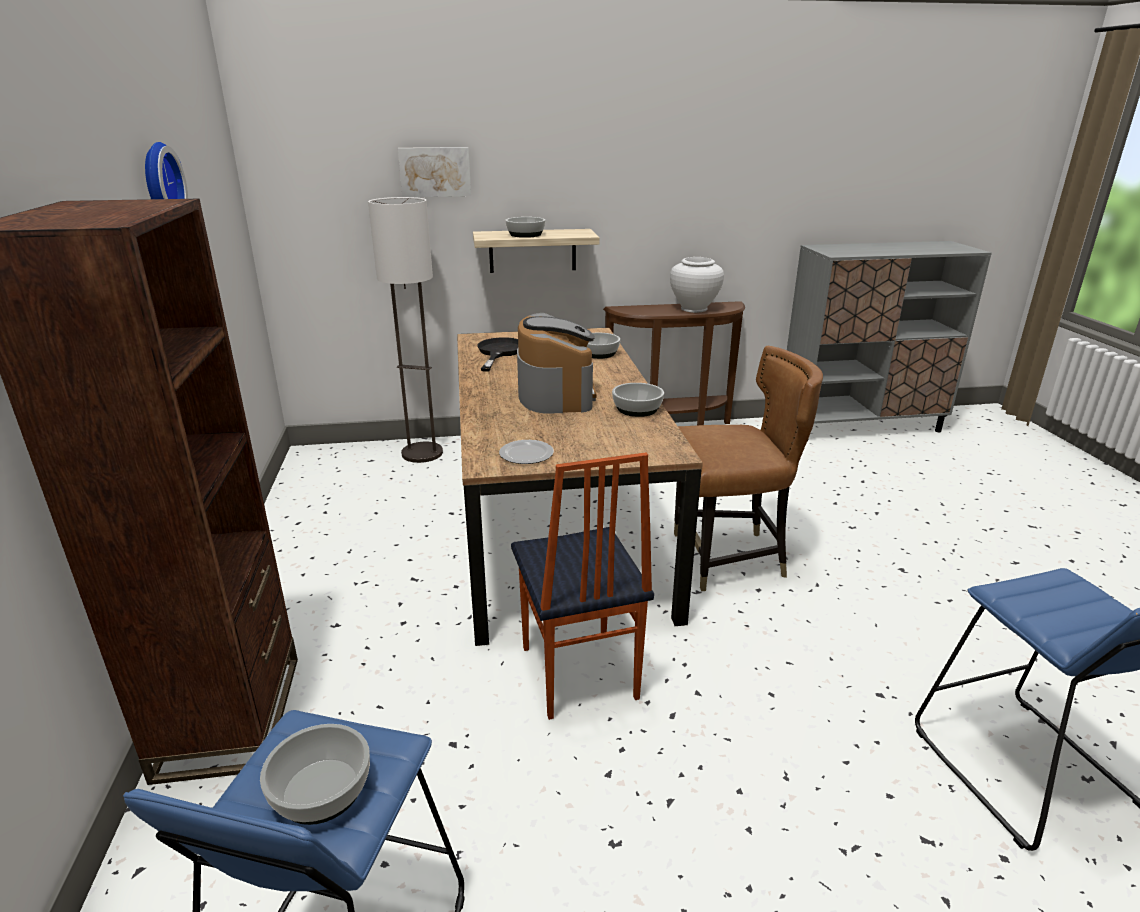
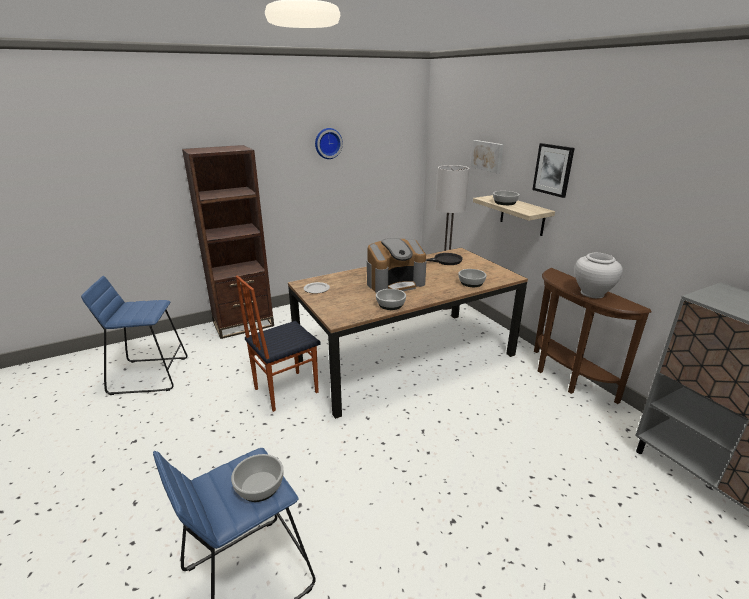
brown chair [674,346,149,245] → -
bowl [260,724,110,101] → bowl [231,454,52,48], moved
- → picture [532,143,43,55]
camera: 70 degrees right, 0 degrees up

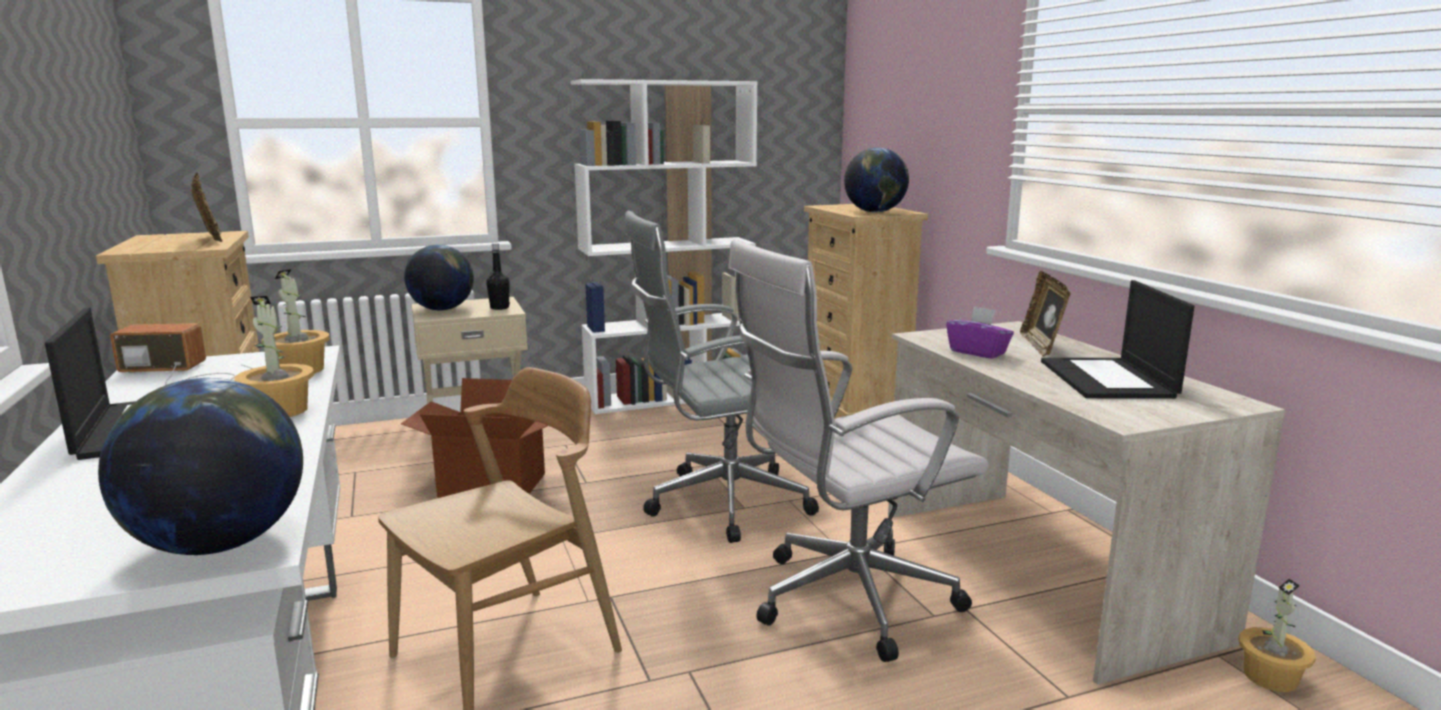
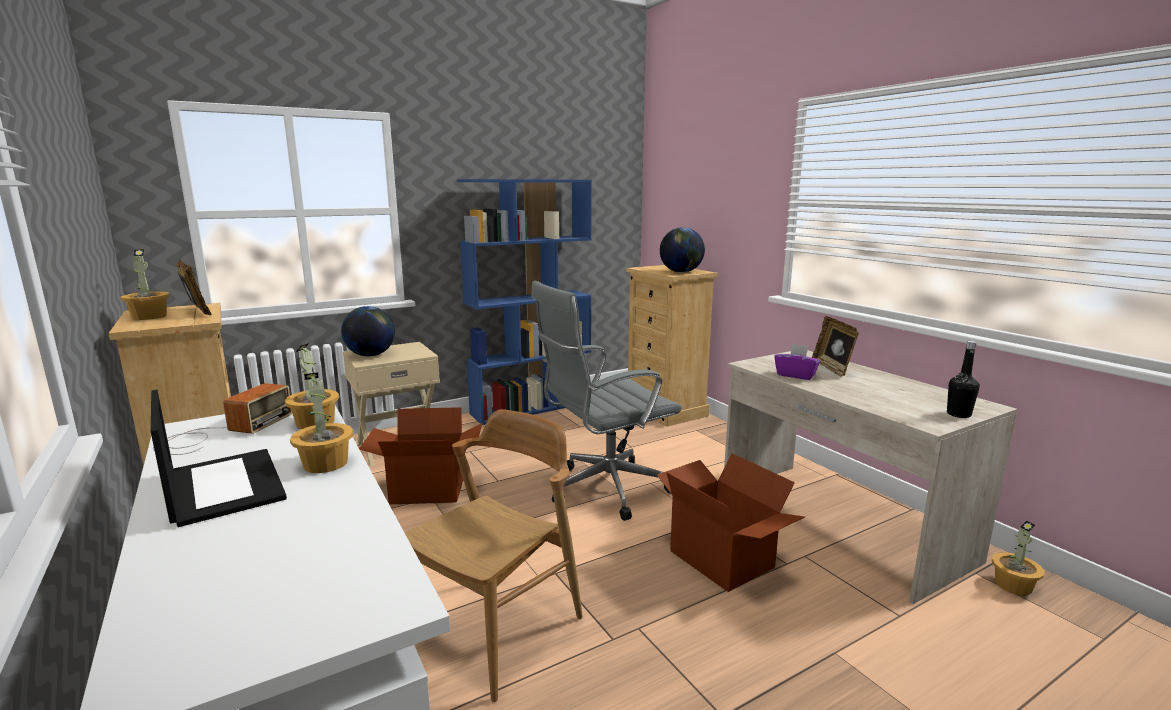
white bookcase [571,79,187,335] → blue bookcase [457,179,135,246]
white office chair [728,239,261,423] → cardboard box [657,453,148,139]
black bottle [486,243,24,67] → black bottle [947,341,33,77], moved
laptop [1041,280,154,119] → -
radio [110,323,143,62] → radio [153,383,139,72], 120 degrees clockwise
globe [98,378,205,177] → -
- → potted plant [120,249,50,71]
camera: 10 degrees left, 0 degrees up

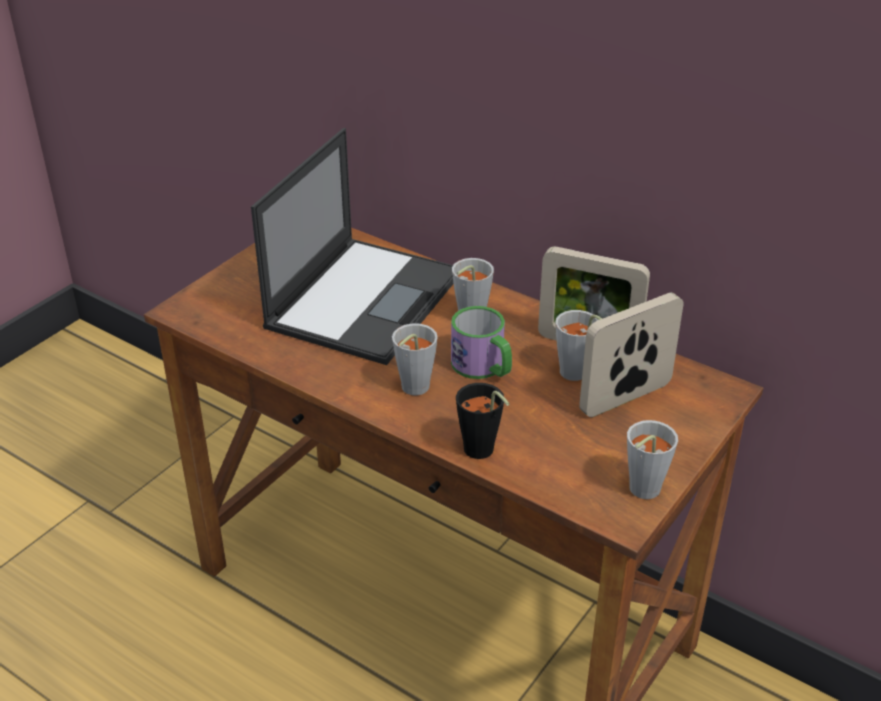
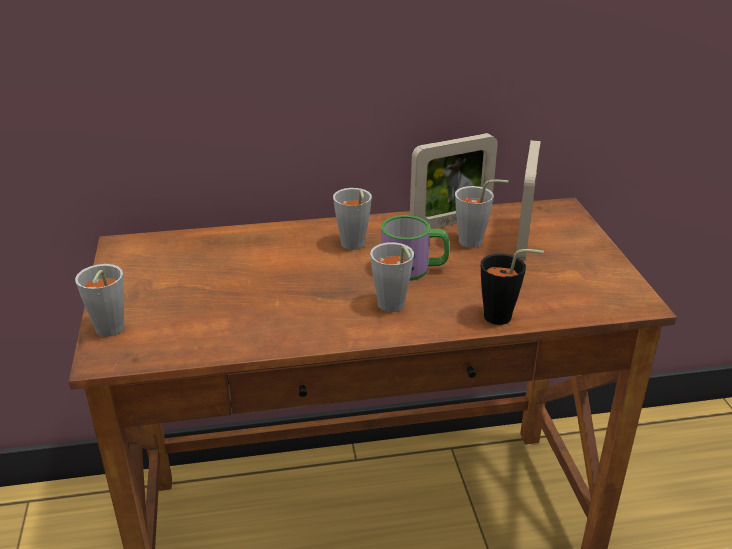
laptop [251,128,202,237] → -
grey cup [627,420,51,79] → grey cup [75,264,50,73], moved
camera: 45 degrees left, 5 degrees down

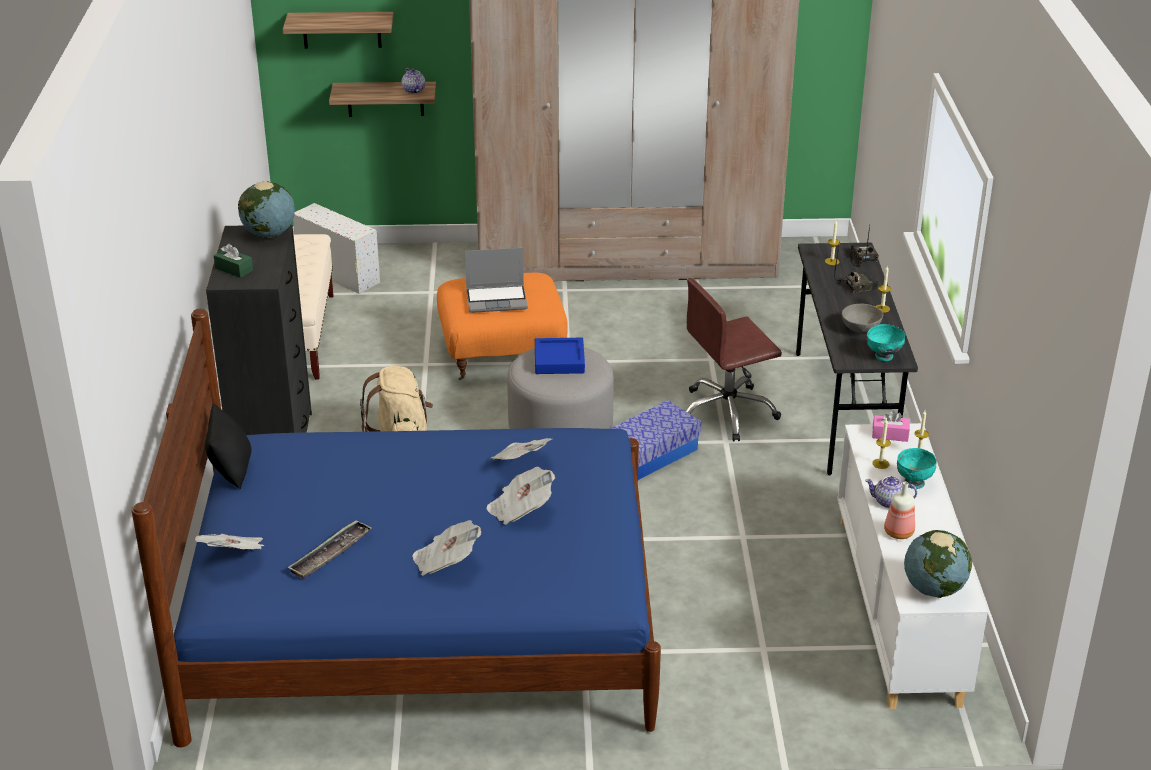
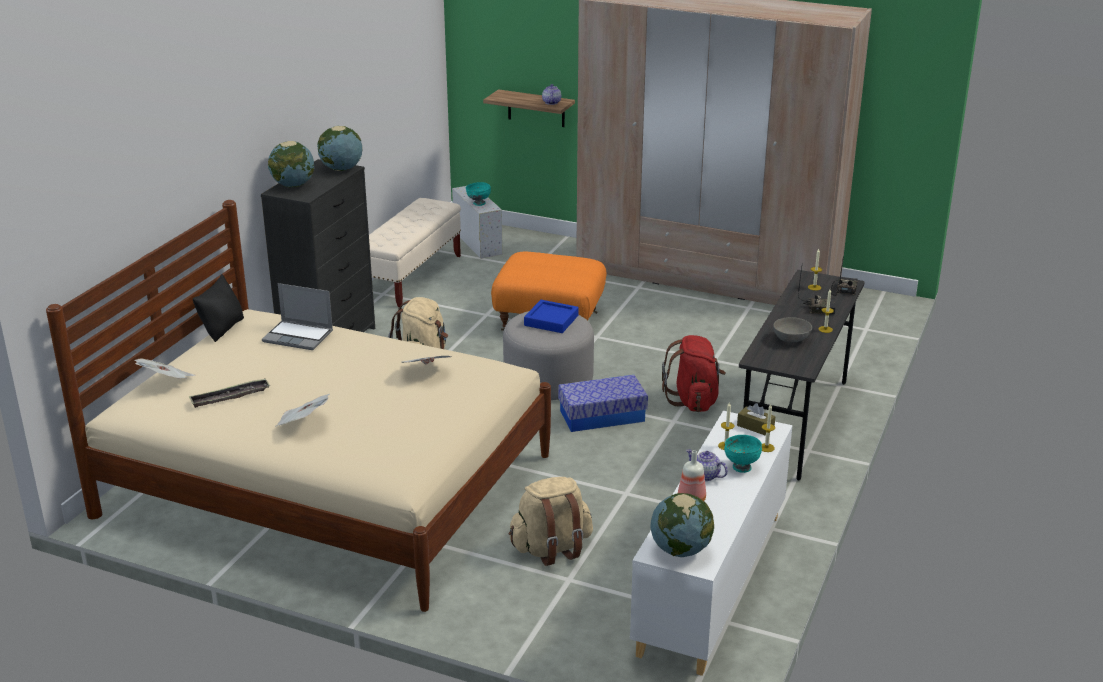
shelf [283,12,111,37] → -
green tissue box [214,244,39,34] → globe [268,141,46,46]
laptop [465,248,63,65] → laptop [262,283,71,67], moved
brown office chair [686,278,96,163] → red backpack [662,335,64,77]
blue bed [132,309,529,438] → beige bed [46,200,505,412]
turquoise bowl [867,324,38,37] → turquoise bowl [466,182,25,24], moved
pink tissue box [872,410,38,32] → brown tissue box [737,403,38,33]
newspaper [487,467,68,58] → -
- → beige backpack [509,477,84,89]
camera: 25 degrees right, 5 degrees down

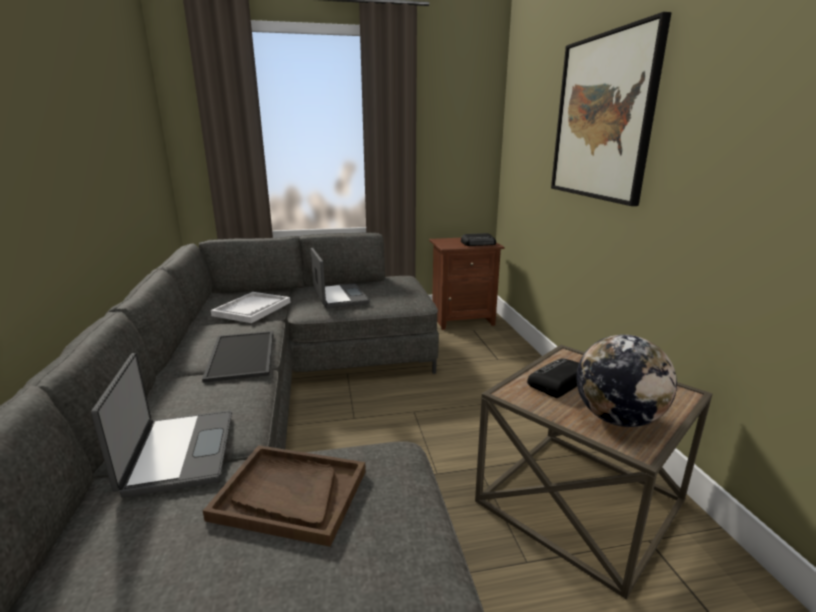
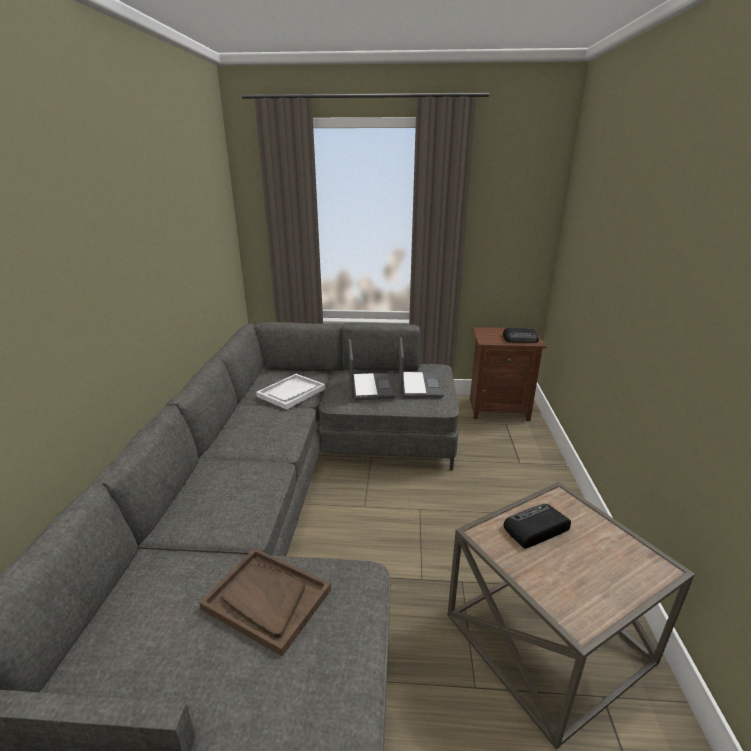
picture [551,12,121,194] → -
tray [202,331,71,52] → -
globe [577,334,100,93] → -
laptop [91,353,141,145] → laptop [399,337,45,61], moved
camera: 15 degrees right, 5 degrees up

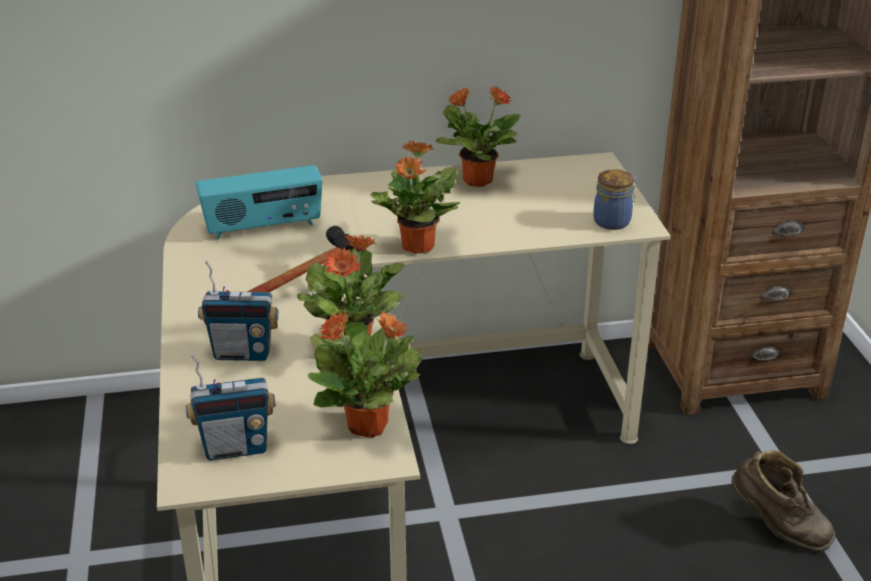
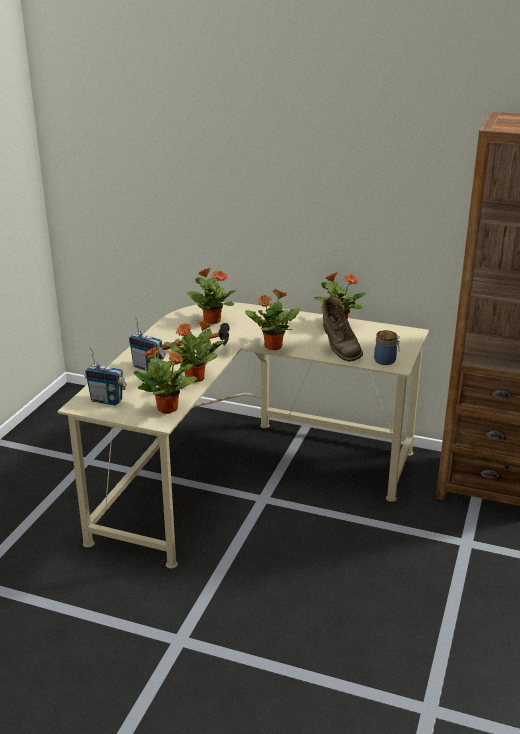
radio [196,165,126,74] → potted plant [187,268,49,56]
brown boot [731,450,104,102] → brown boot [322,296,41,66], moved
camera: 30 degrees right, 5 degrees down

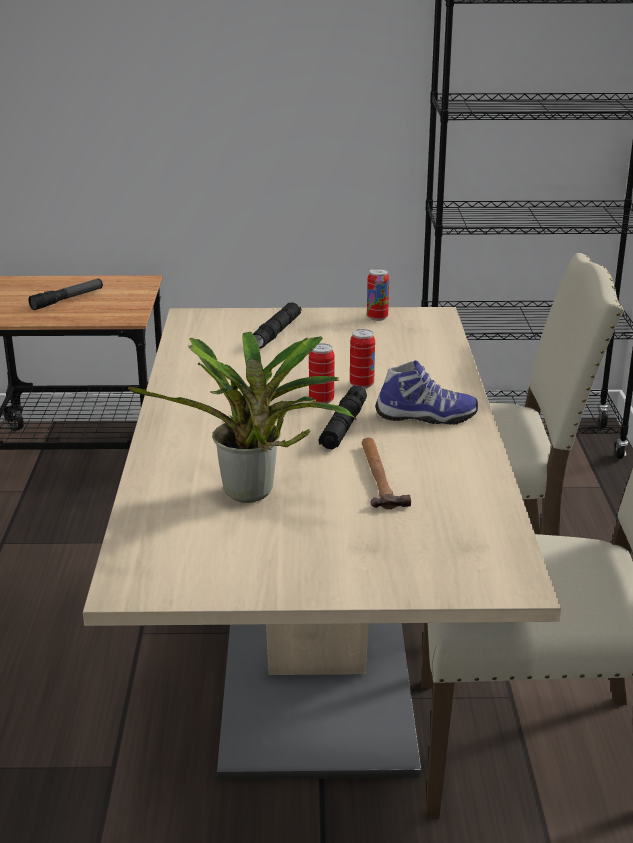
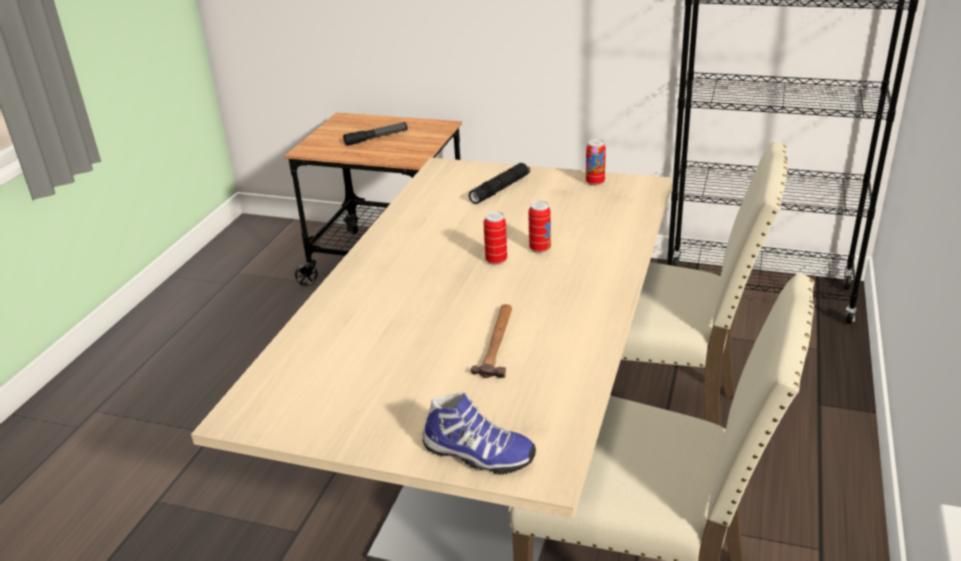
potted plant [128,332,229,171] → -
shoe [375,360,103,65] → shoe [423,393,113,82], moved
black flashlight [318,385,49,65] → -
camera: 20 degrees right, 5 degrees up

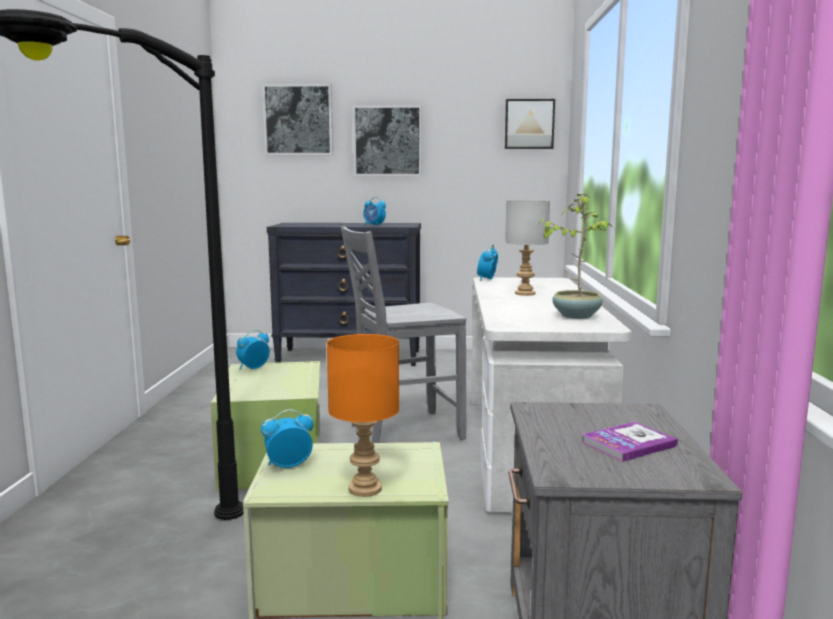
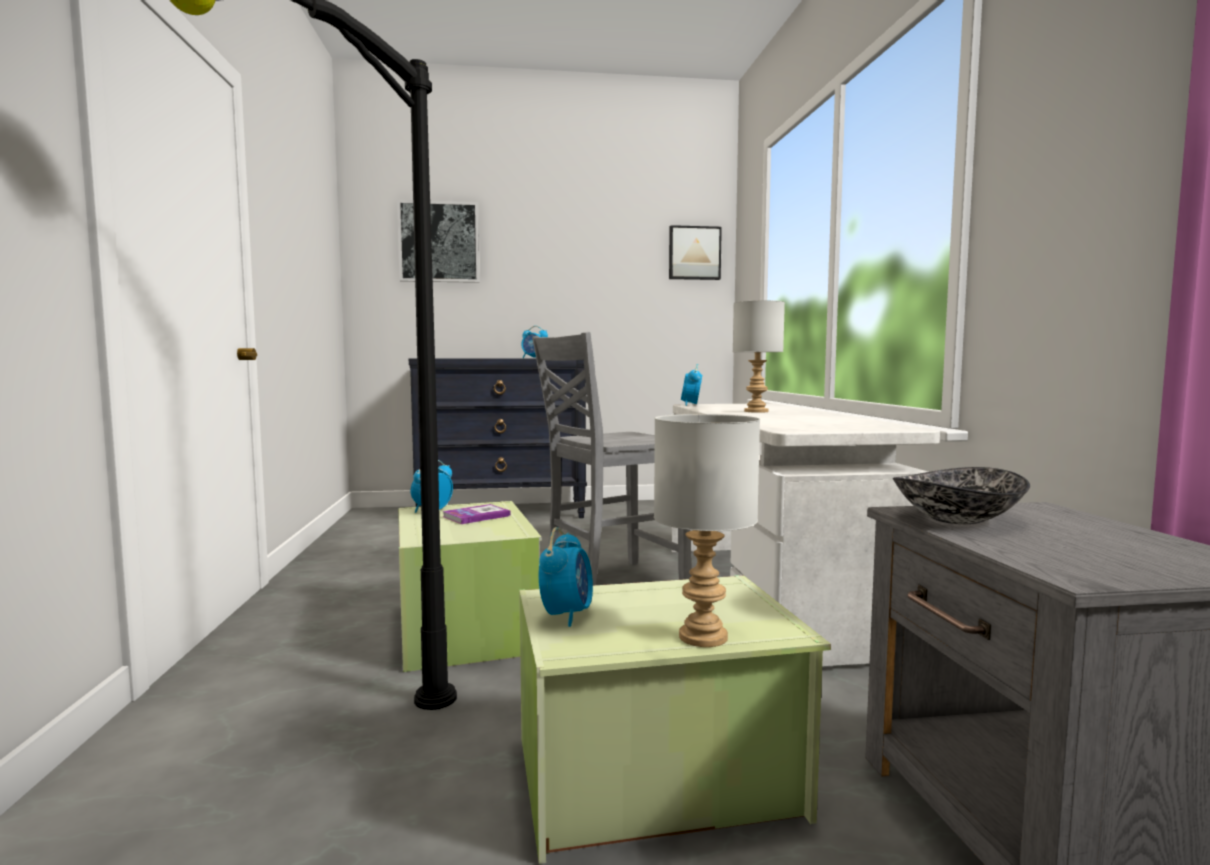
picture [353,105,69,71] → -
potted plant [538,194,75,125] → -
orange table lamp [327,334,72,163] → grey table lamp [654,414,106,233]
alarm clock [261,409,53,59] → alarm clock [539,527,54,100], 135 degrees clockwise
book [581,421,97,41] → book [443,504,68,20], moved
- → bowl [893,467,137,57]
camera: 10 degrees left, 5 degrees down

